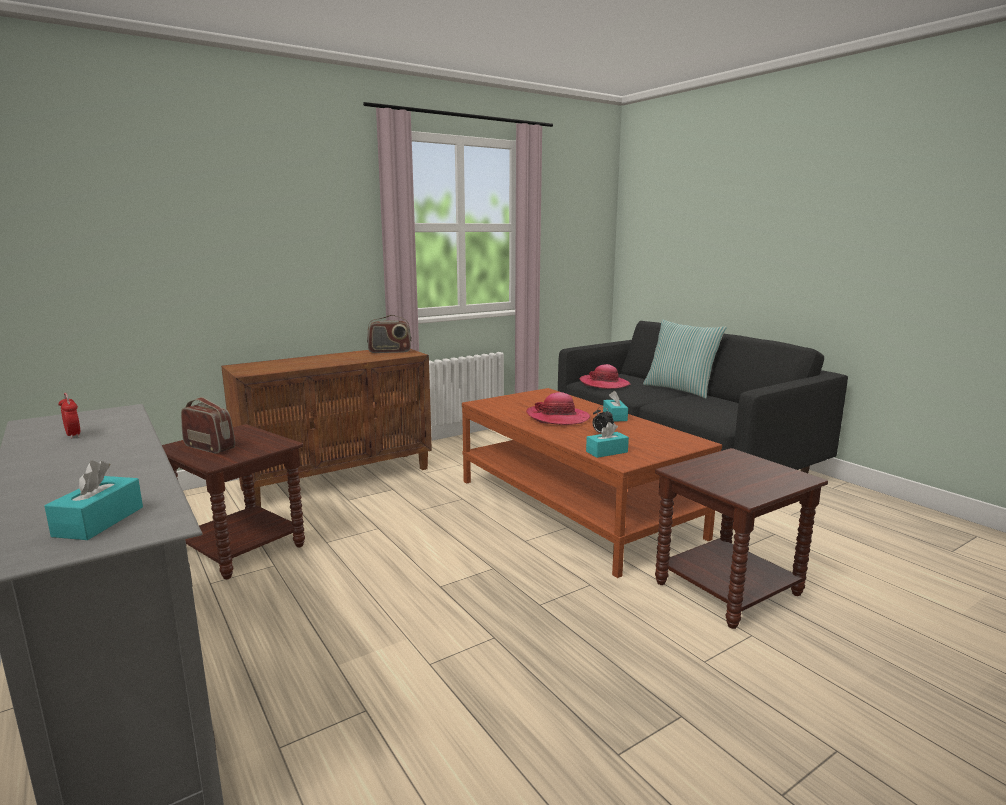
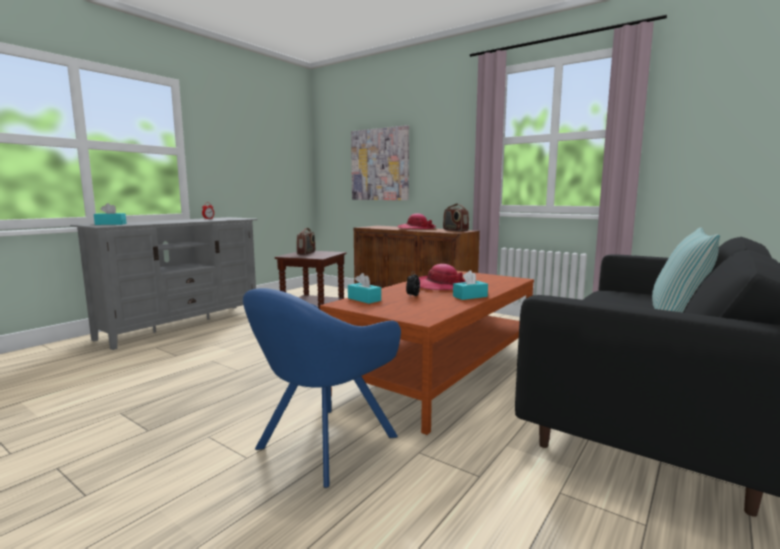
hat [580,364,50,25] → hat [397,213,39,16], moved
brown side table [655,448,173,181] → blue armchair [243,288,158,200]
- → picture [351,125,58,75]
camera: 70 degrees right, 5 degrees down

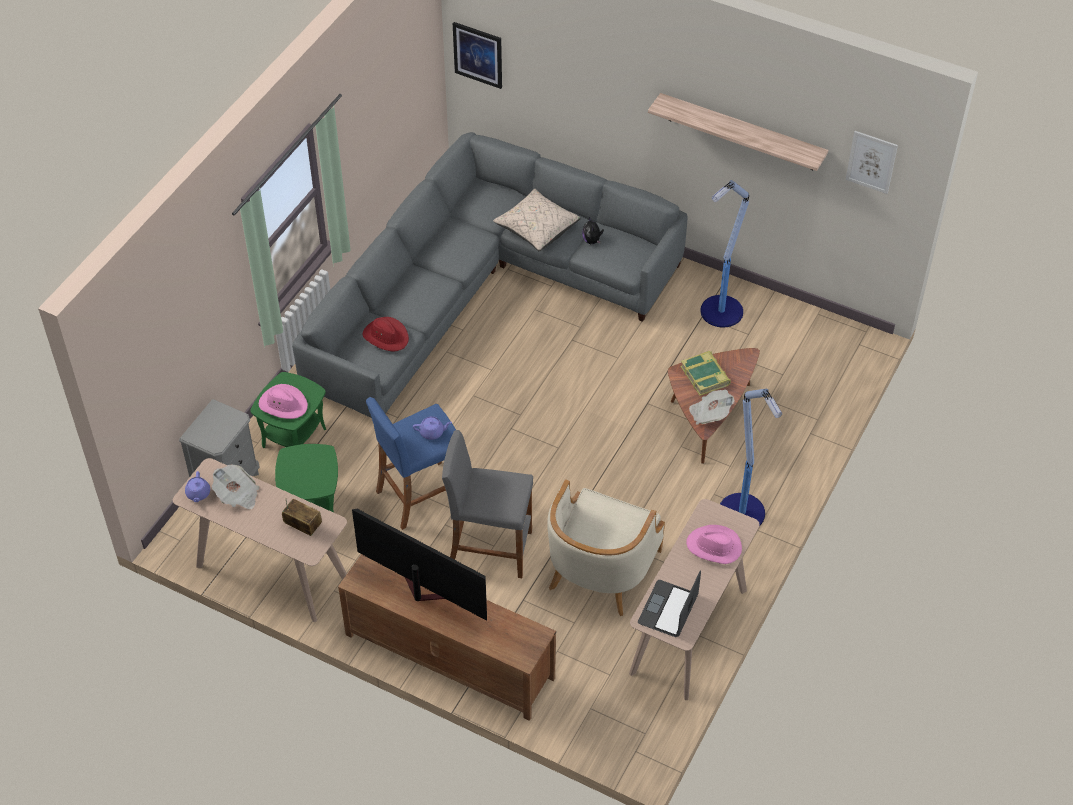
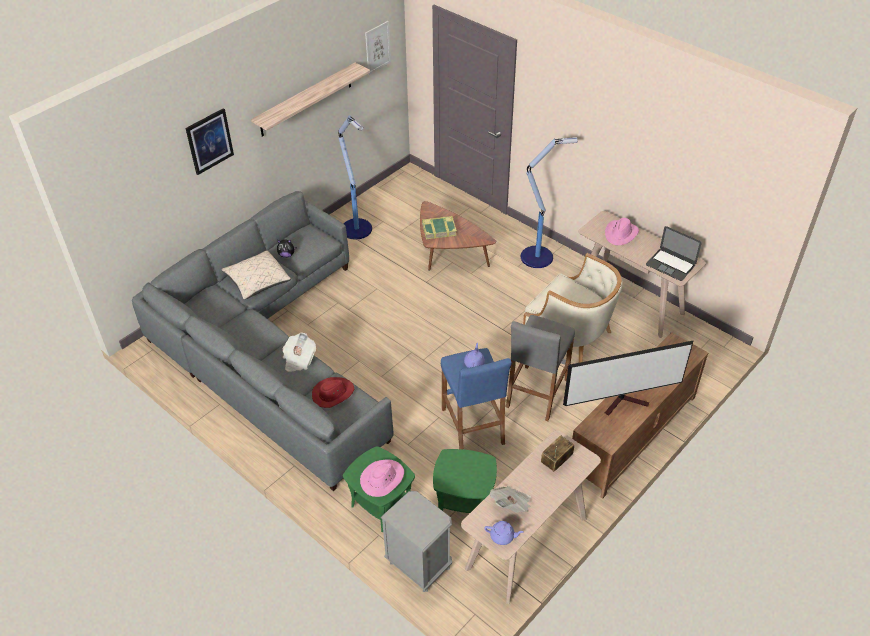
picture [453,22,49,67] → picture [185,108,49,67], moved
newspaper [689,390,45,35] → newspaper [283,333,33,39], moved
television [352,509,135,112] → television [563,340,131,75], 150 degrees counterclockwise
camera: 75 degrees left, 5 degrees down

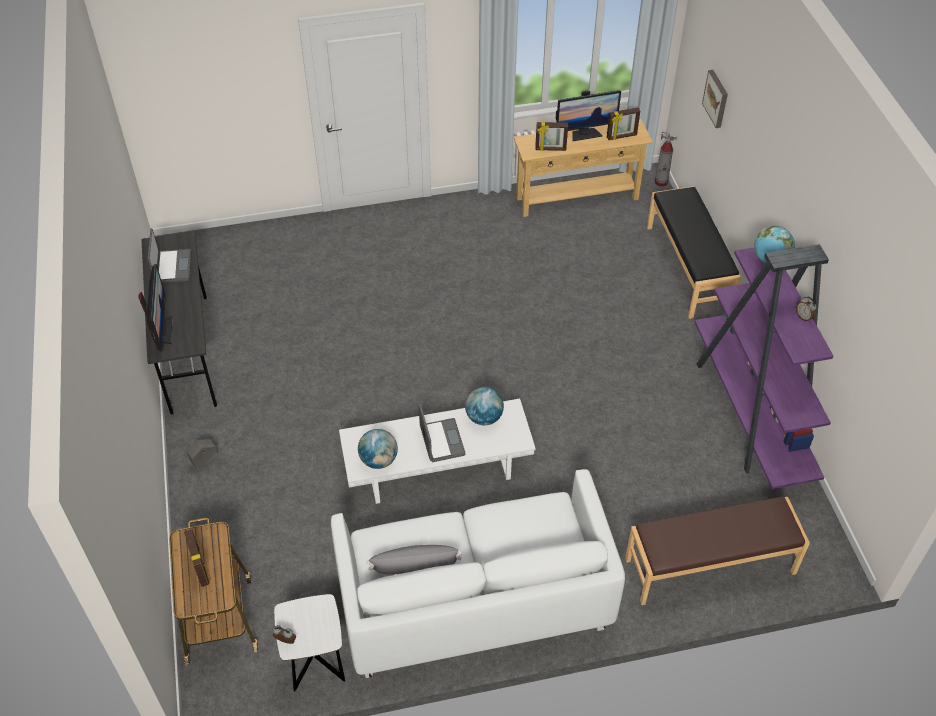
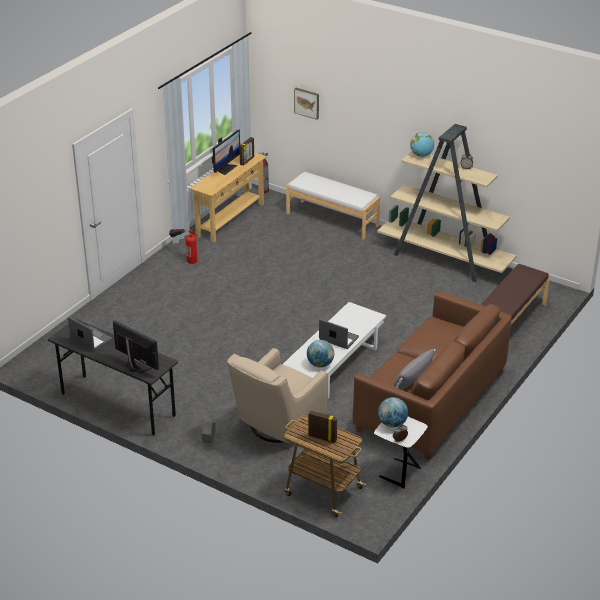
picture frame [535,122,33,29] → -
black bench [647,186,94,133] → white bench [286,172,94,68]
purple bookcase [694,244,140,245] → beige bookcase [377,124,140,158]
globe [465,387,39,38] → globe [378,397,30,31], moved
white sofa [331,469,294,209] → brown sofa [352,291,160,170]
- → fire extinguisher [169,229,28,35]
- → beige armchair [227,348,101,95]
camera: 45 degrees left, 15 degrees down

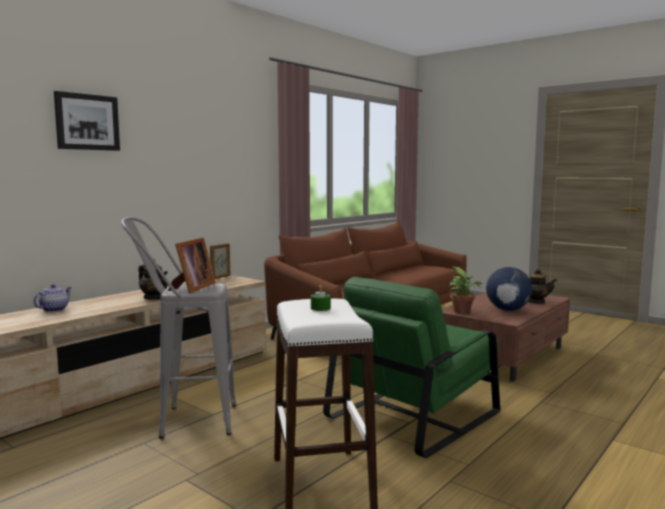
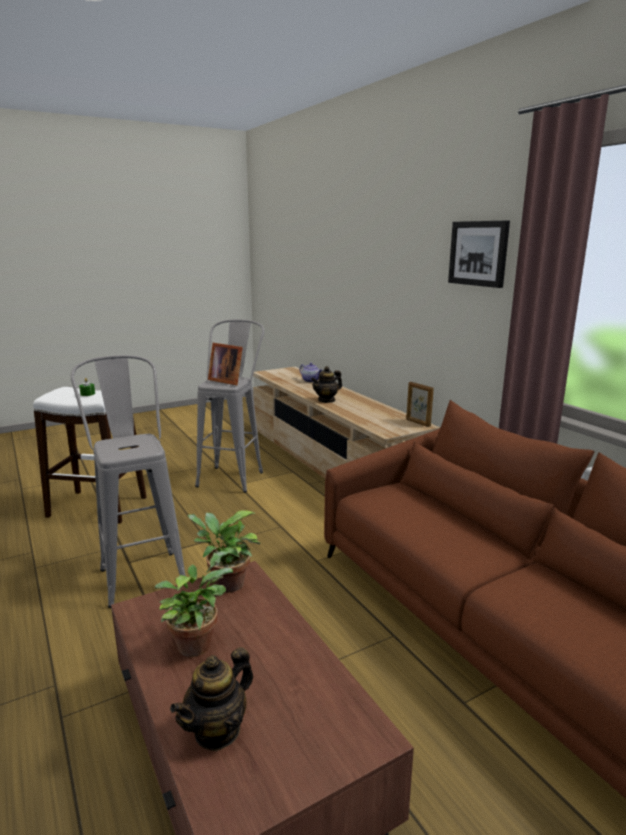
picture [54,91,66,60] → picture [448,221,62,67], moved
globe [486,267,46,44] → potted plant [154,551,79,106]
green armchair [323,277,177,181] → grey stool [71,355,115,253]
camera: 110 degrees right, 10 degrees up

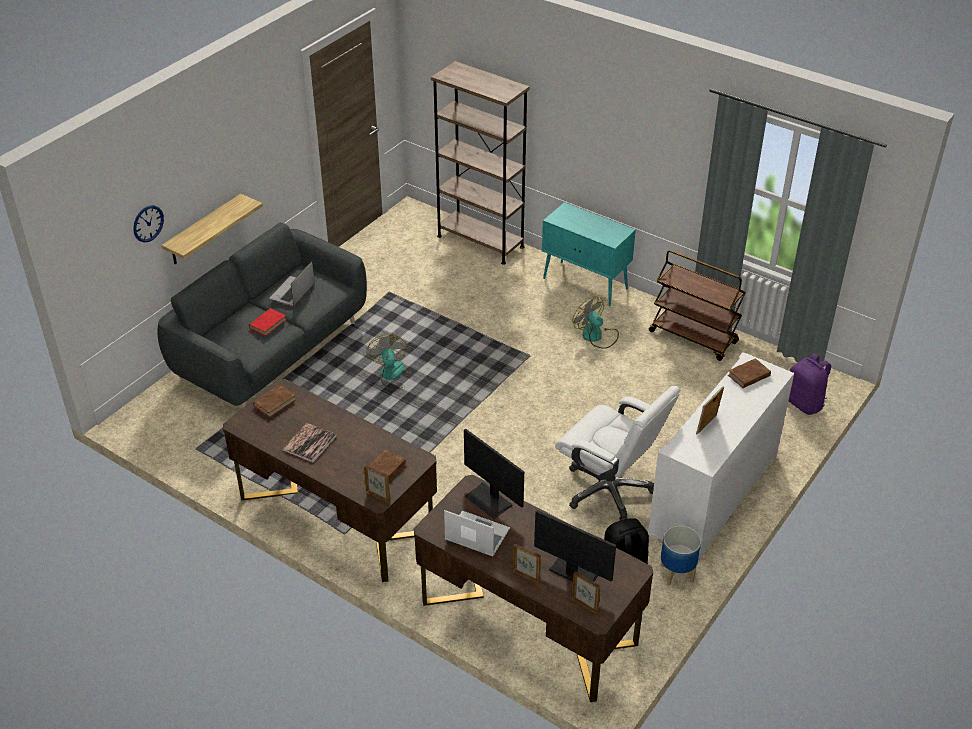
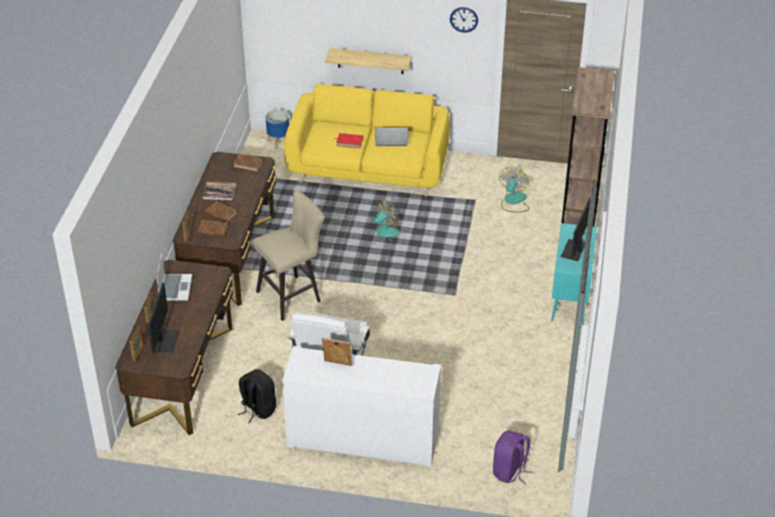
wall clock [133,205,31,37] → wall clock [450,7,28,26], moved
grey sofa [158,222,209,186] → yellow sofa [284,84,166,112]
brown cart [649,250,97,111] → -
fan [573,297,46,52] → fan [499,167,30,45], moved
brown book [728,358,43,30] → brown book [205,201,32,22], moved
monitor [464,428,60,91] → monitor [561,198,30,63], moved
planter [660,525,41,61] → planter [266,109,23,40], moved
- → beige stool [252,190,73,131]
camera: 65 degrees right, 0 degrees up

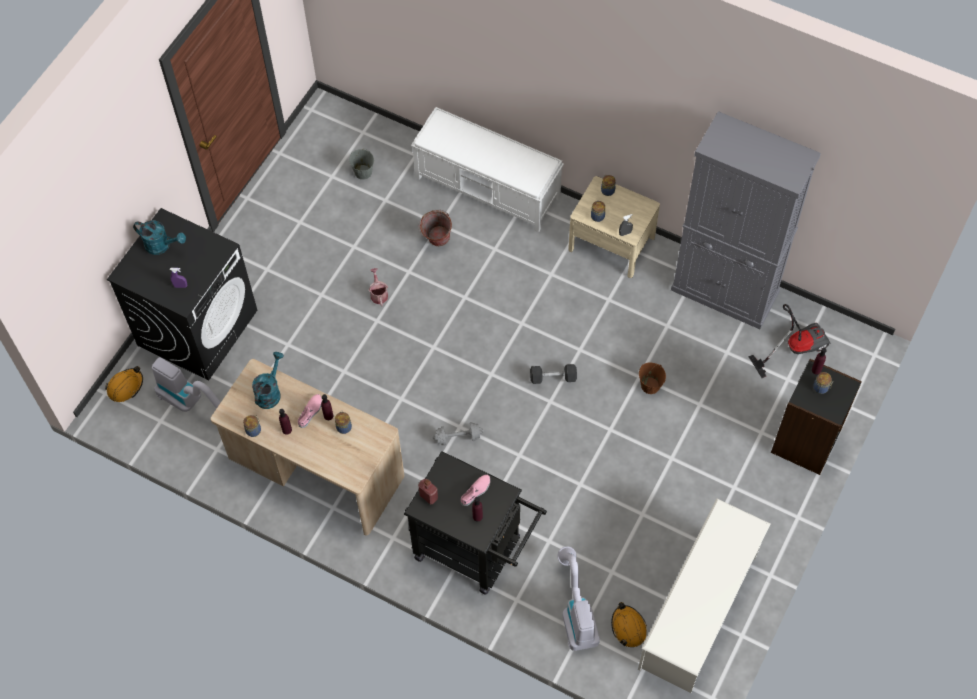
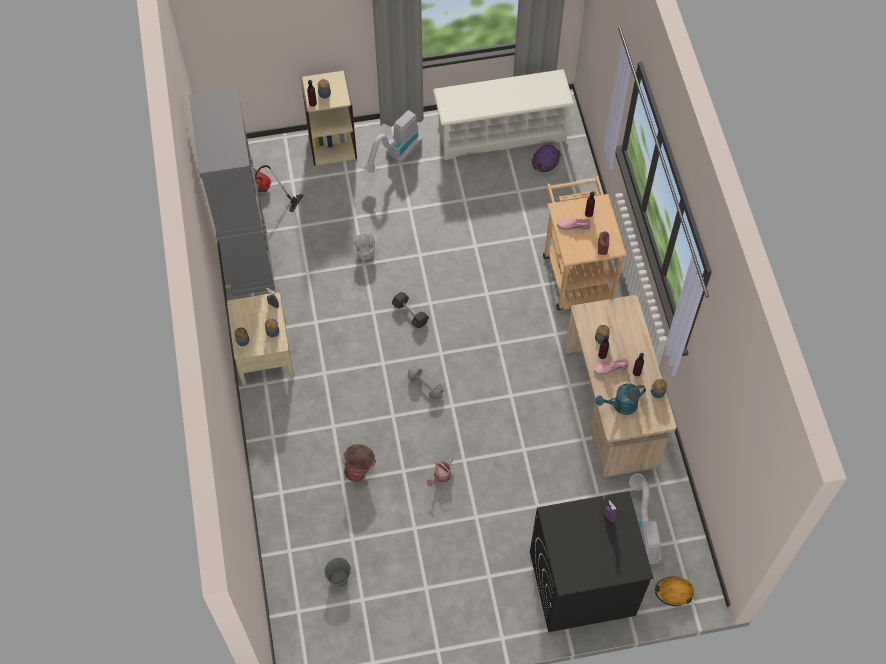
white bench [411,107,153,125] → -
turquoise watering can [133,220,53,35] → -
black bookcase [771,359,91,116] → beige bookcase [300,70,57,96]
brown bucket [639,362,27,32] → white bucket [353,233,23,27]
grey dumbbell [432,422,52,23] → grey dumbbell [407,367,37,33], moved
black cart [404,451,143,144] → beige cart [543,176,84,134]
vacuum cleaner [557,546,43,105] → vacuum cleaner [362,110,60,63], moved
orange hard hat [611,602,36,45] → purple hard hat [532,145,29,27]
camera: 130 degrees left, 0 degrees up

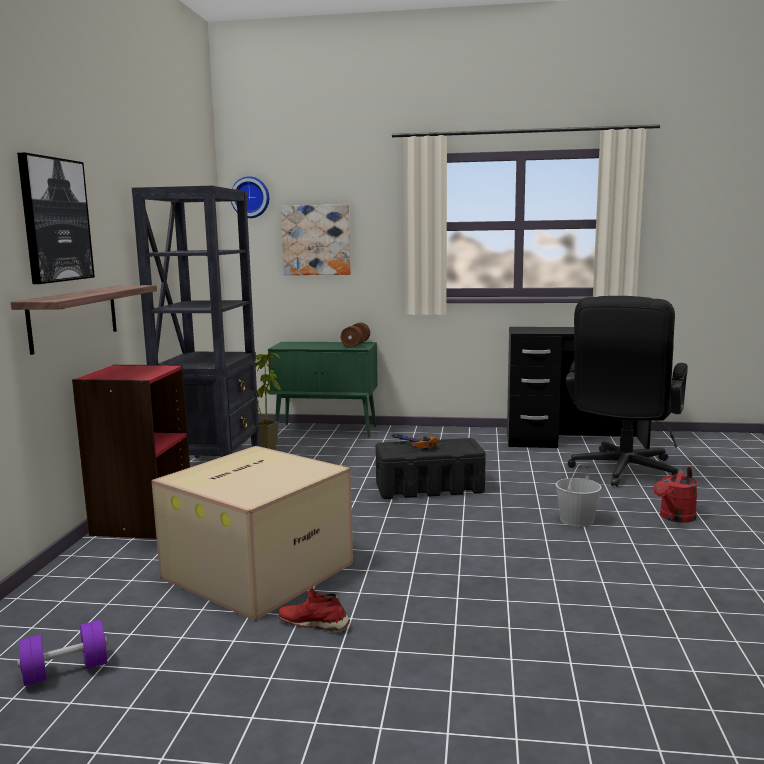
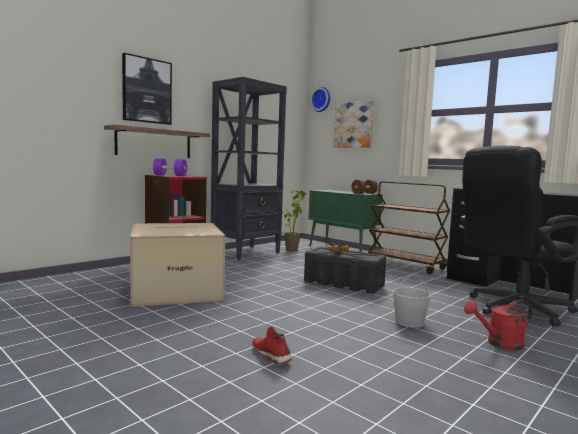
red shoe [279,588,71,44] → red shoe [252,327,40,38], moved
purple dumbbell [17,620,91,66] → purple dumbbell [153,158,34,18], moved
- → brown cart [368,181,82,93]
camera: 35 degrees right, 5 degrees down

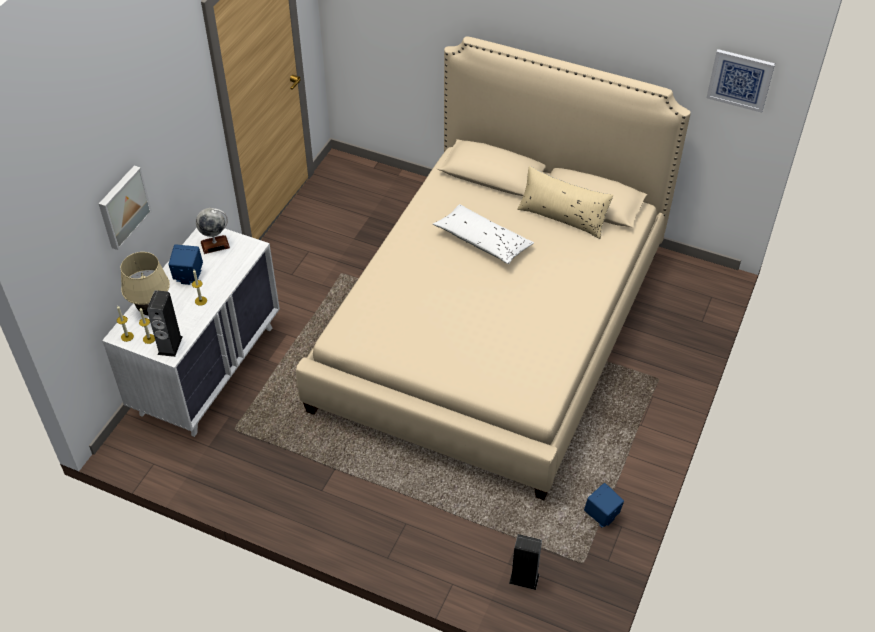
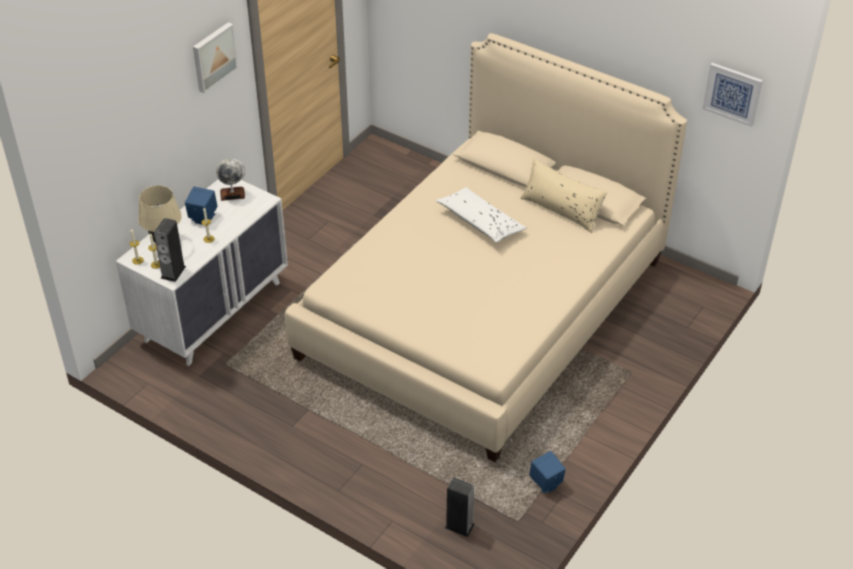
picture [99,165,53,85] → picture [193,22,45,71], moved
camera: 10 degrees right, 5 degrees down

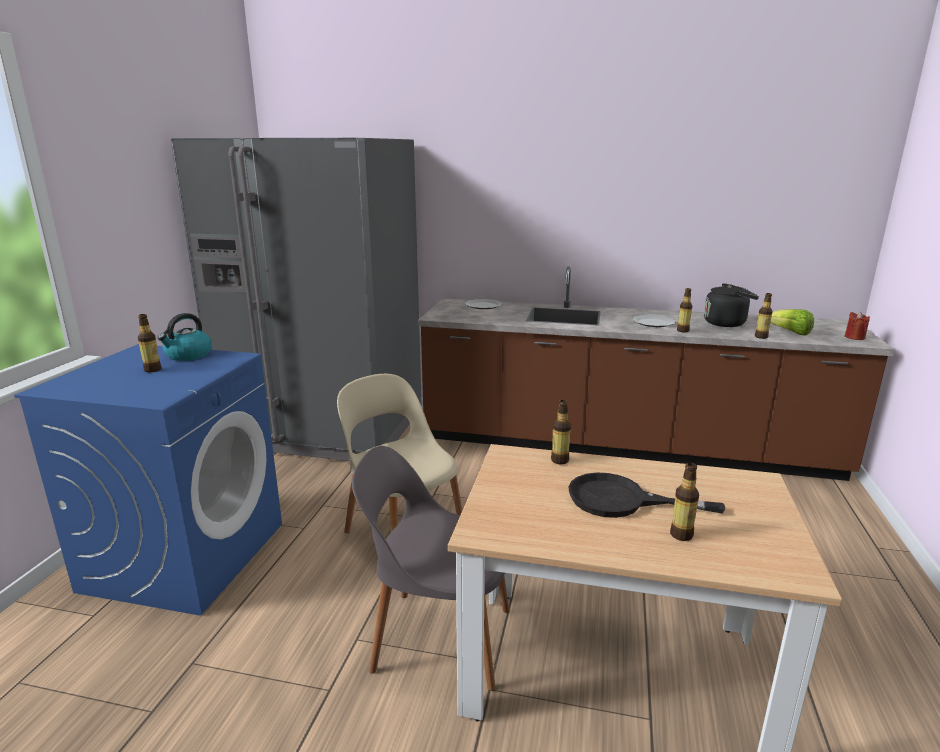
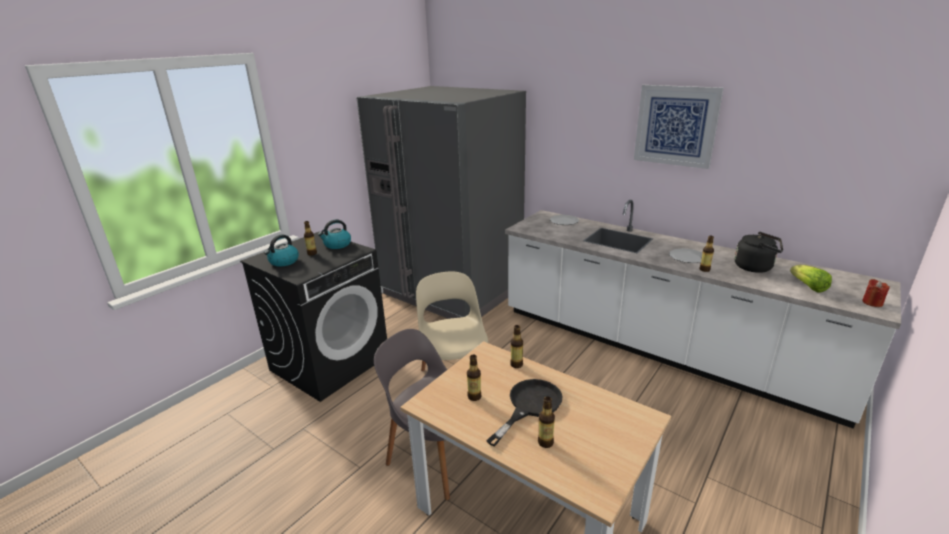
brown counter [418,266,477,215] → white counter [505,200,396,229]
bottle [755,293,18,46] → bottle [467,354,14,47], moved
blue washing machine [14,344,268,272] → black washing machine [240,232,147,170]
black frying pan [568,472,157,46] → black frying pan [486,379,76,68], 90 degrees clockwise
- → picture [634,85,90,84]
- → kettle [264,234,35,33]
camera: 25 degrees right, 5 degrees up

